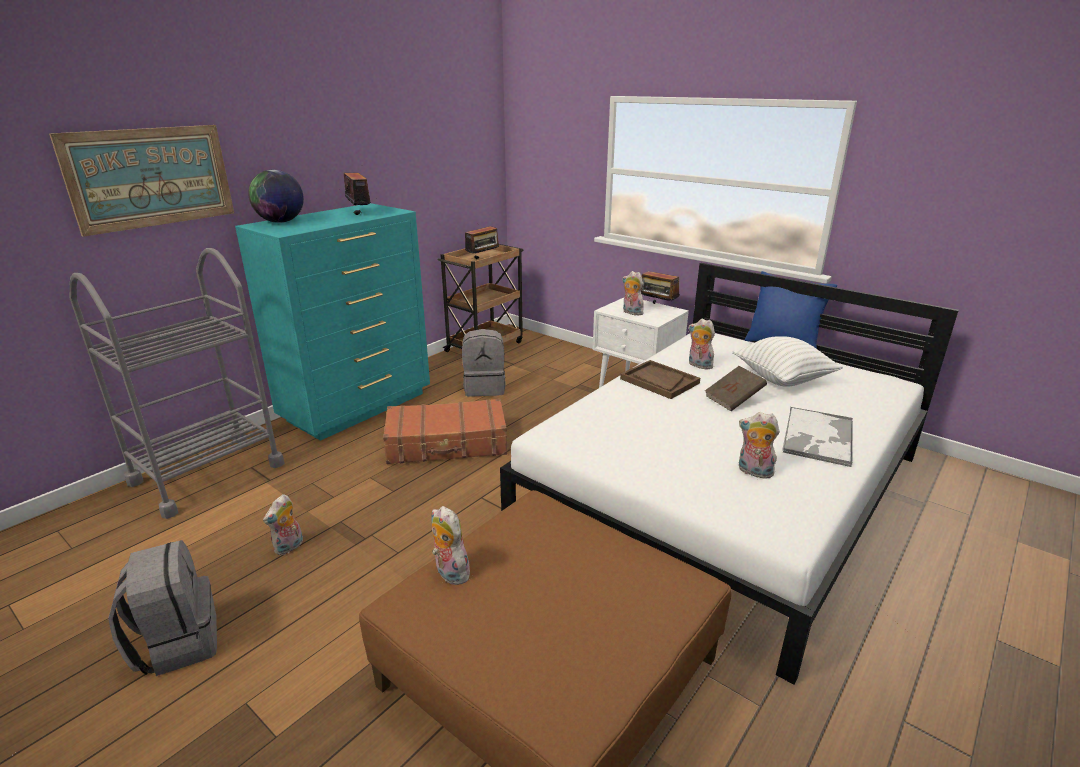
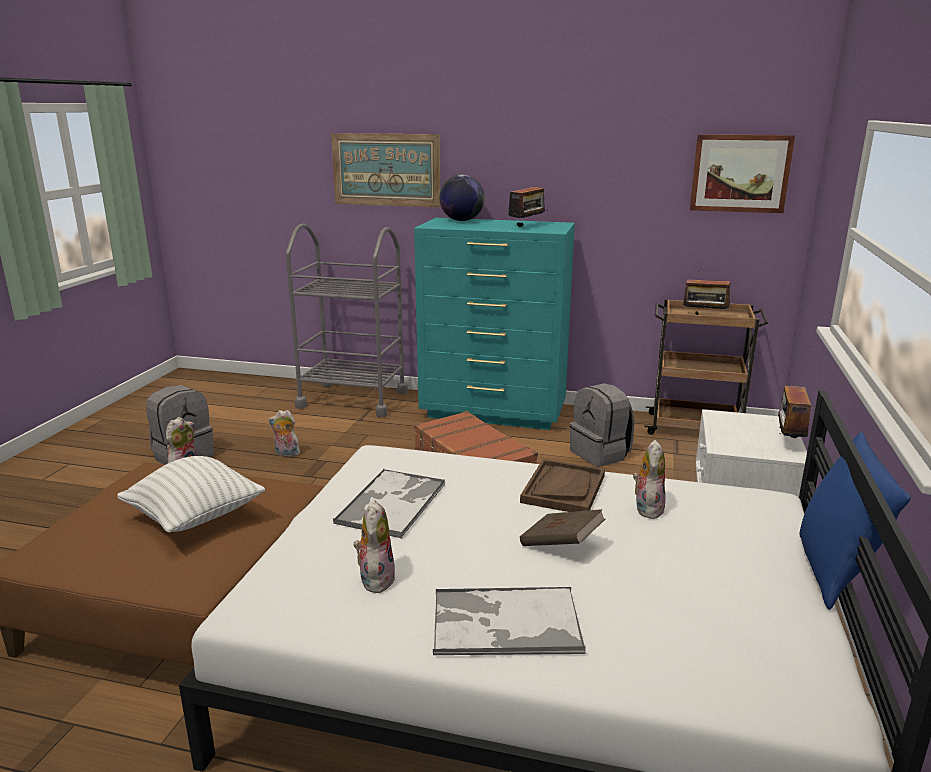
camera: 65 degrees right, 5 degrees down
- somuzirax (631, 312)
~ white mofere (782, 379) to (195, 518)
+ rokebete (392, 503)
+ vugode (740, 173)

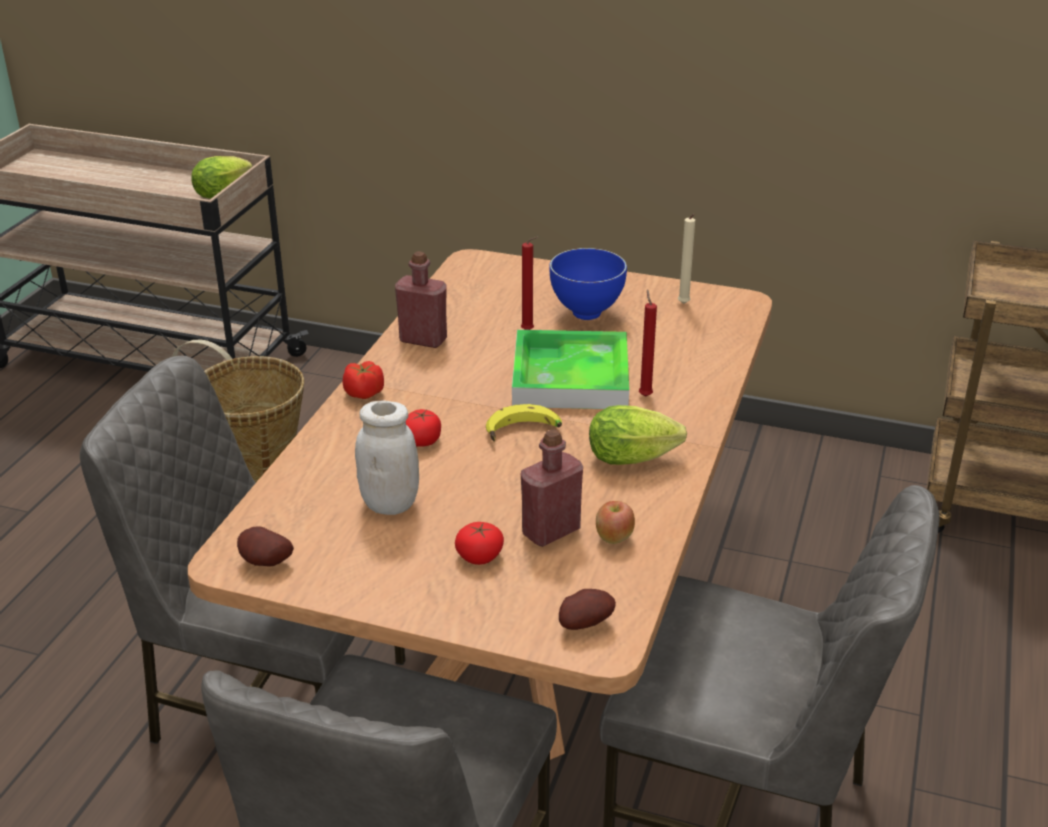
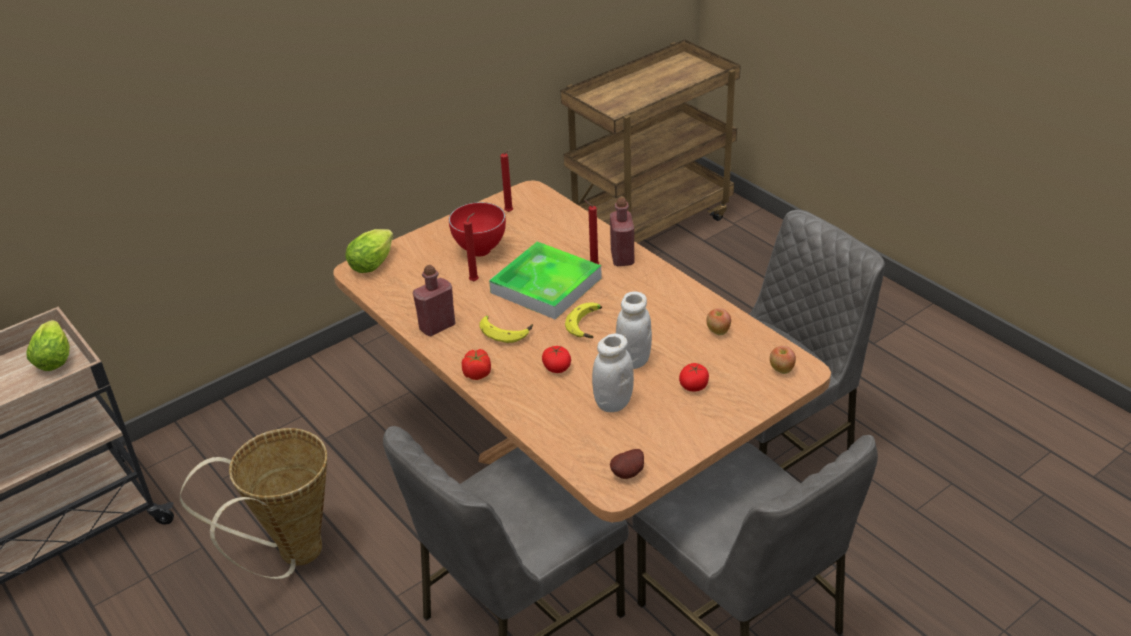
camera: 55 degrees left, 5 degrees up
~ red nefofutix (551, 531) to (622, 258)
~ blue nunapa (588, 315) to red nunapa (481, 251)
~ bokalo (584, 623) to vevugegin (781, 370)
~ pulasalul (636, 458) to (374, 262)
~ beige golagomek (684, 304) to red golagomek (510, 212)
+ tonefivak (505, 331)
+ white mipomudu (633, 360)

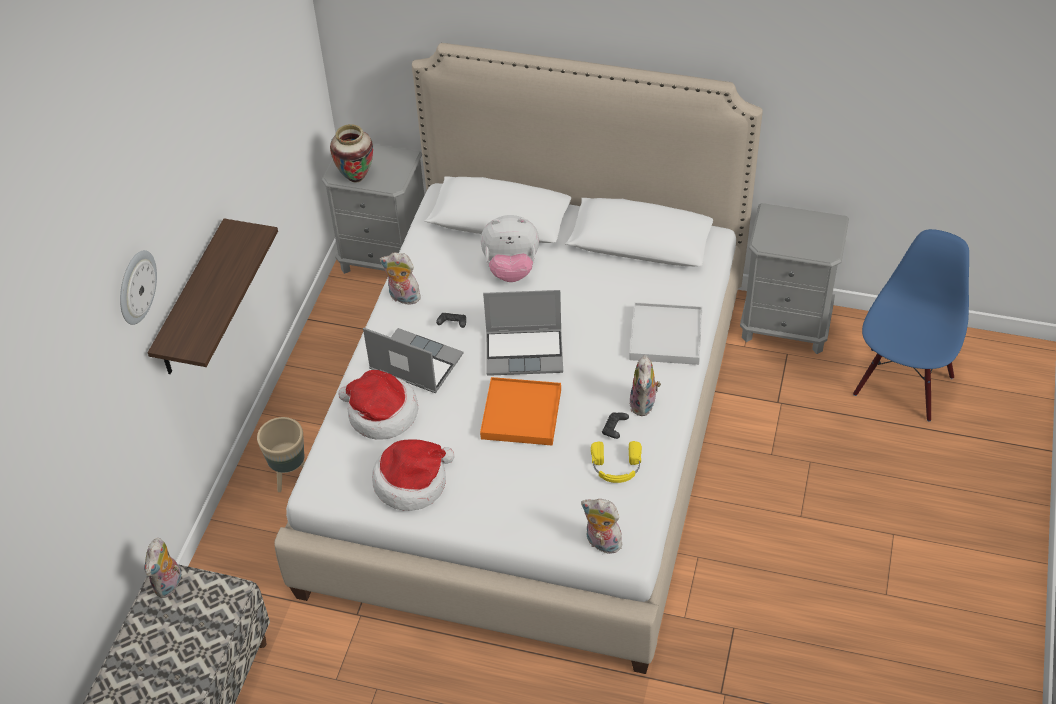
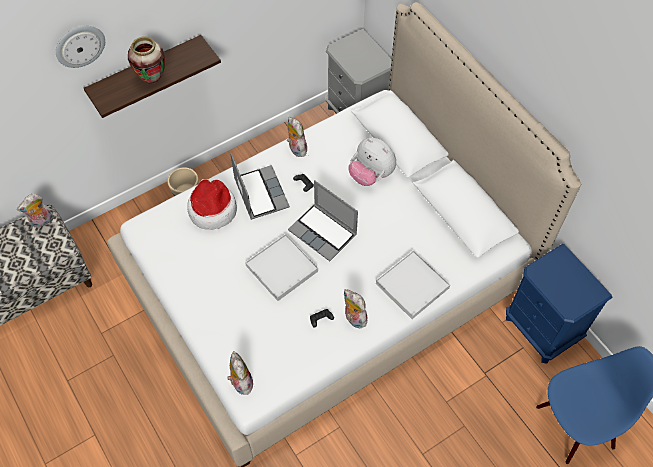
camera: 40 degrees right, 10 degrees up
~ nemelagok (356, 178) to (152, 79)
- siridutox (412, 482)
~ orange rokebete (521, 414) to white rokebete (282, 268)
- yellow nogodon (616, 467)
~ somuzirax (644, 405) = (353, 318) 90 degrees clockwise
~ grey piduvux (786, 326) to blue piduvux (541, 329)

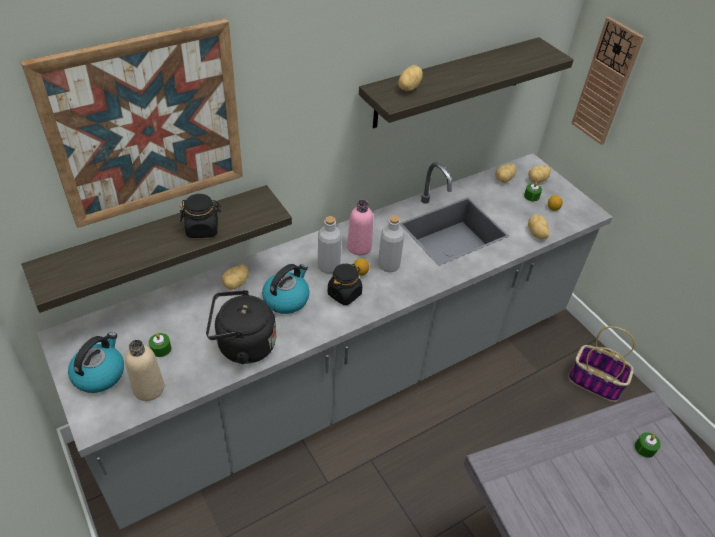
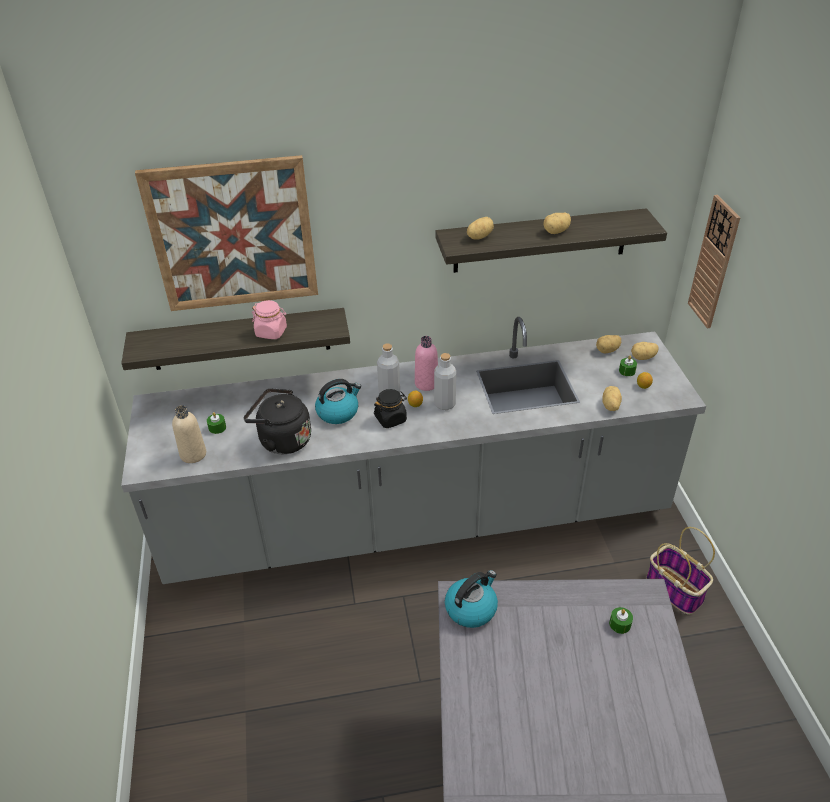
camera: 25 degrees right, 5 degrees down
~ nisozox (99, 374) to (471, 608)
~ black mipomudu (202, 229) to pink mipomudu (271, 332)
~ bokalo (236, 283) to (556, 232)

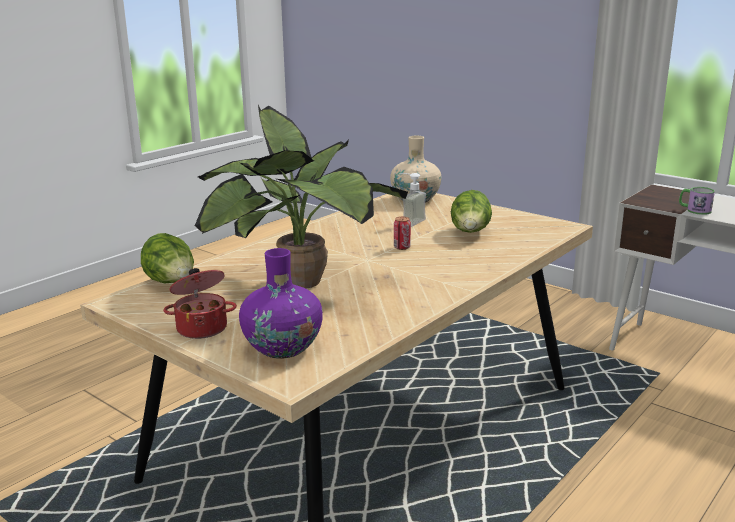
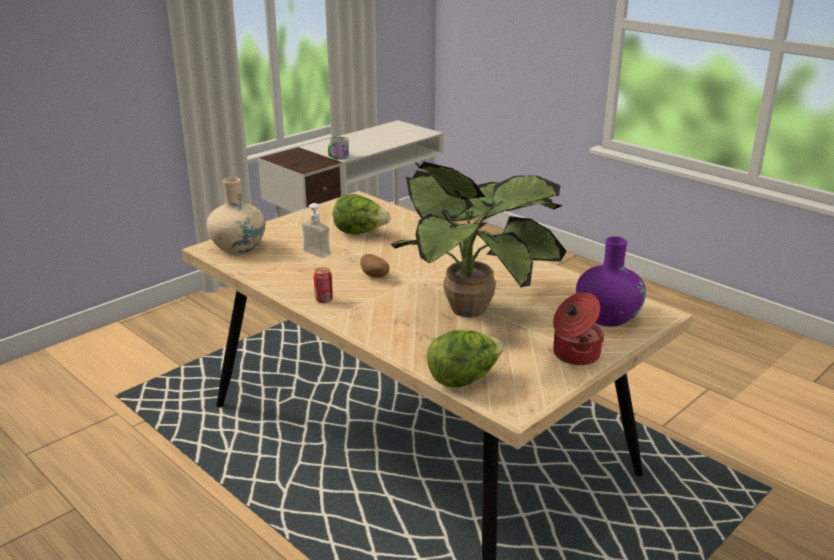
camera: 85 degrees left, 5 degrees up
~ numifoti (402, 247) to (324, 299)
+ bokalo (375, 276)

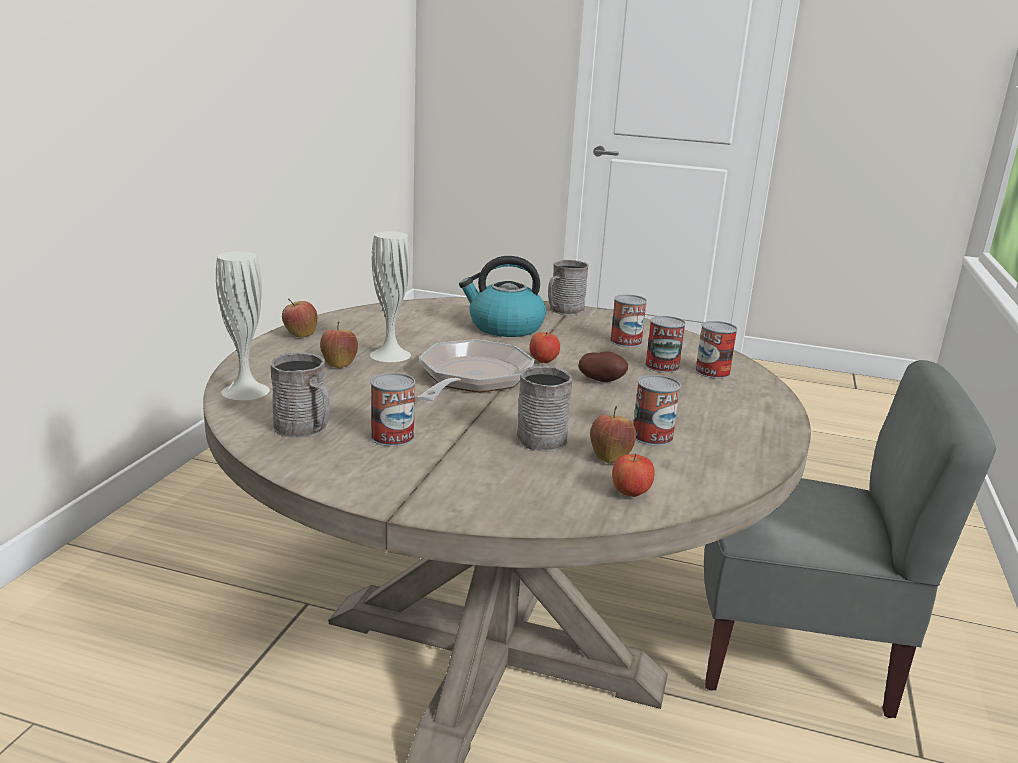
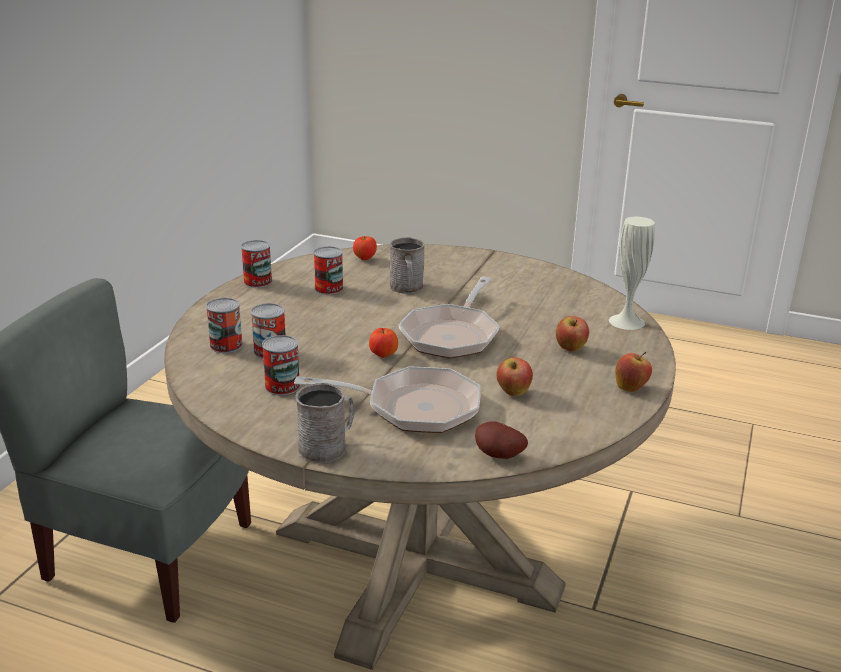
camera: 175 degrees left, 5 degrees up
- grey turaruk (305, 429)
- white nemelagok (390, 355)
~ numifoti (392, 436) to (258, 282)
~ nisozox (504, 327) to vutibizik (413, 408)
~ bokalo (603, 381) to (498, 456)
~ vevugegin (610, 457) to (513, 393)

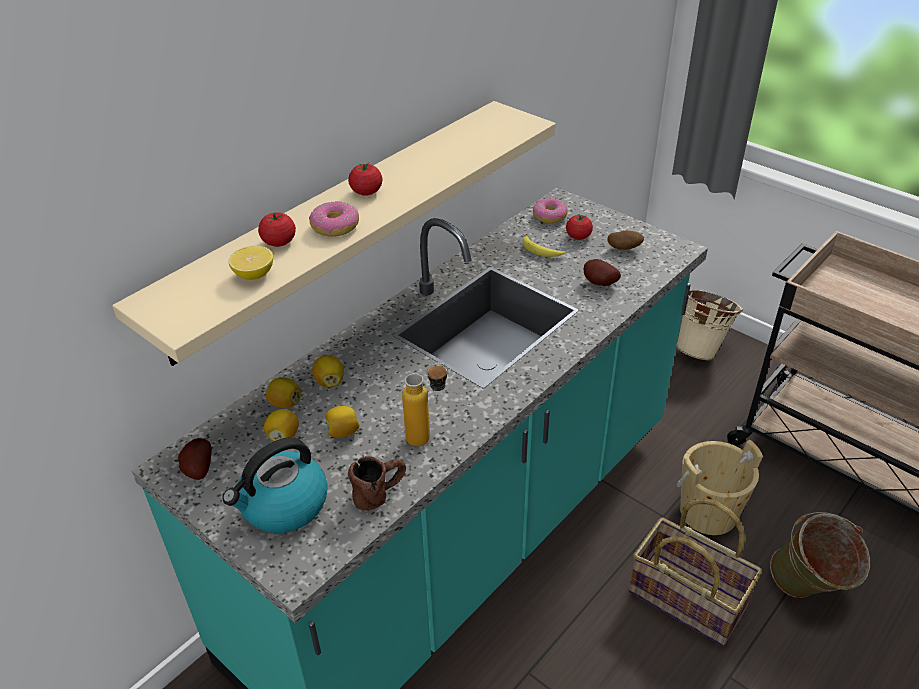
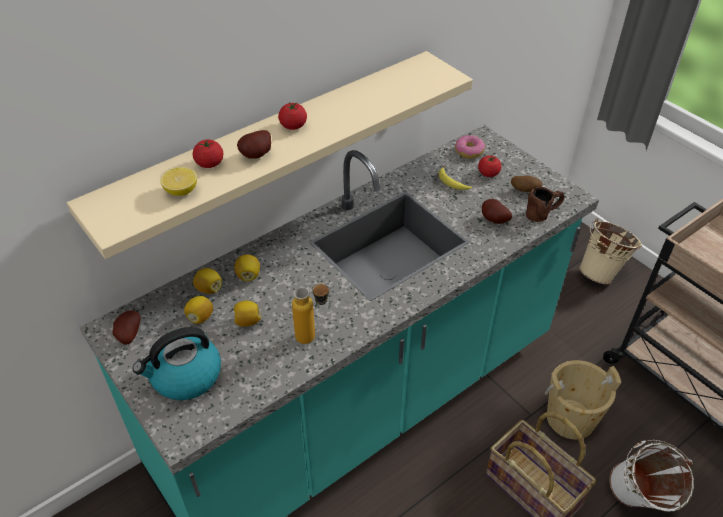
camera: 10 degrees right, 5 degrees up
~ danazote (335, 227) to bokalo (258, 155)
~ brown turaruk (380, 493) to (543, 213)
~ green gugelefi (807, 592) to white gugelefi (638, 502)

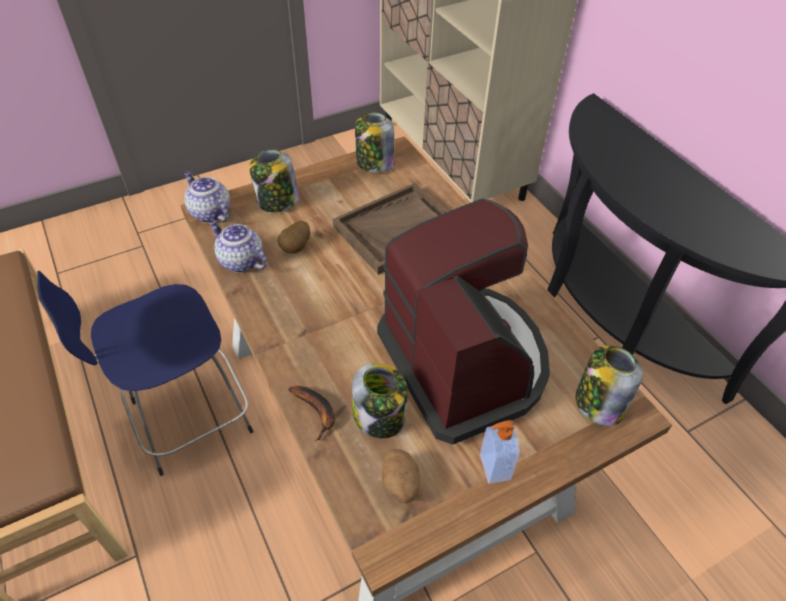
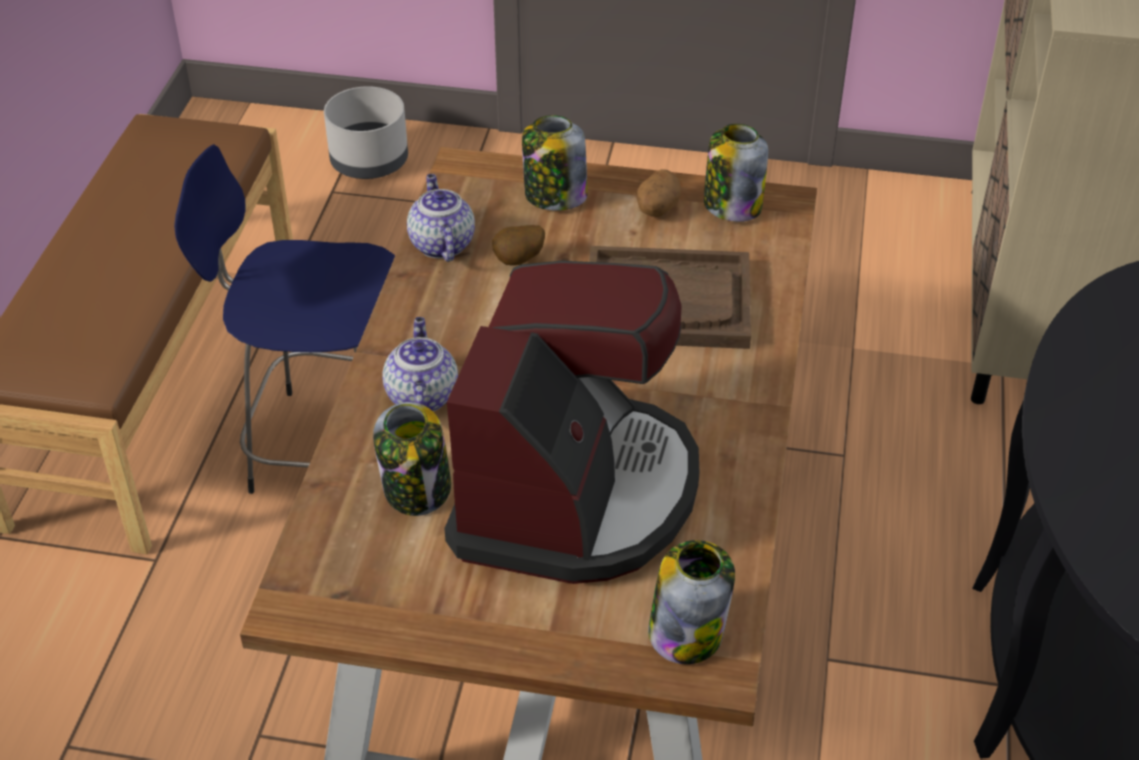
camera: 40 degrees right, 5 degrees down
~ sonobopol (209, 212) to (421, 395)
- tonefivak (317, 412)
~ bokalo (400, 484) to (657, 209)
- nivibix (493, 467)
+ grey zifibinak (370, 162)

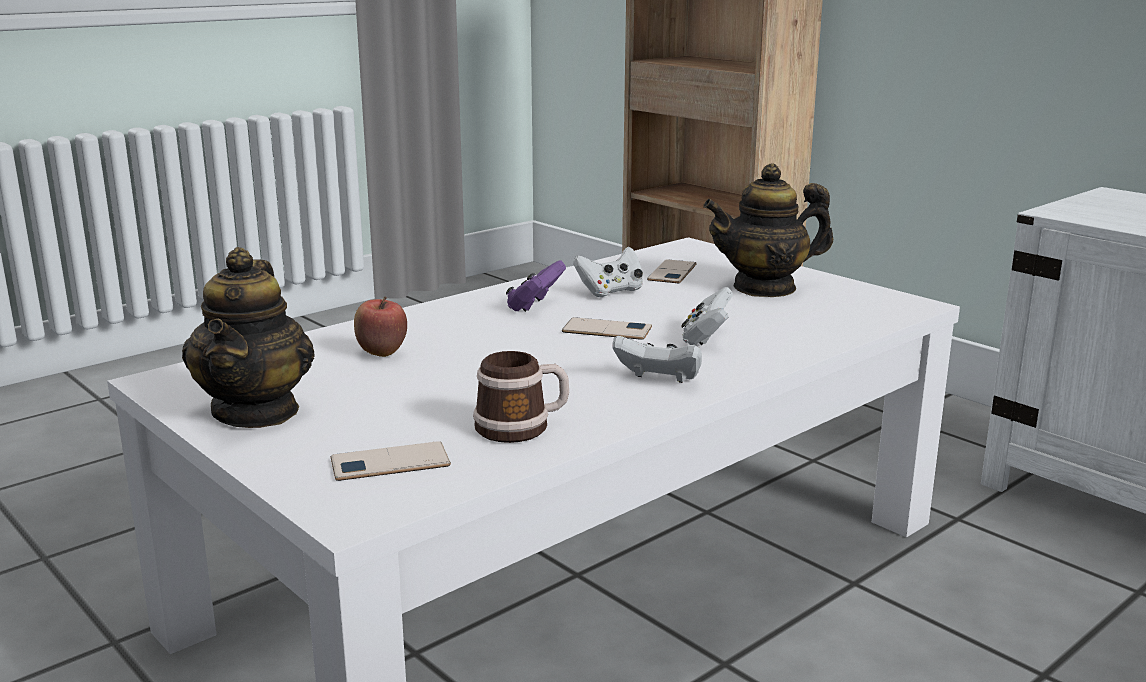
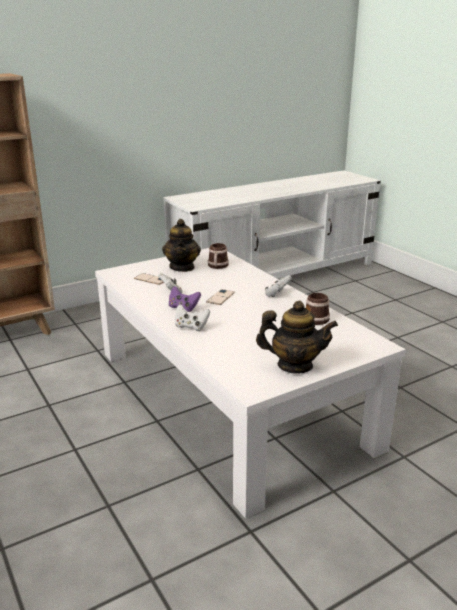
camera: 80 degrees left, 5 degrees up
- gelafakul (390, 462)
- vevugegin (381, 354)
~ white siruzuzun (706, 338) to (191, 327)
+ turaruk (217, 266)

